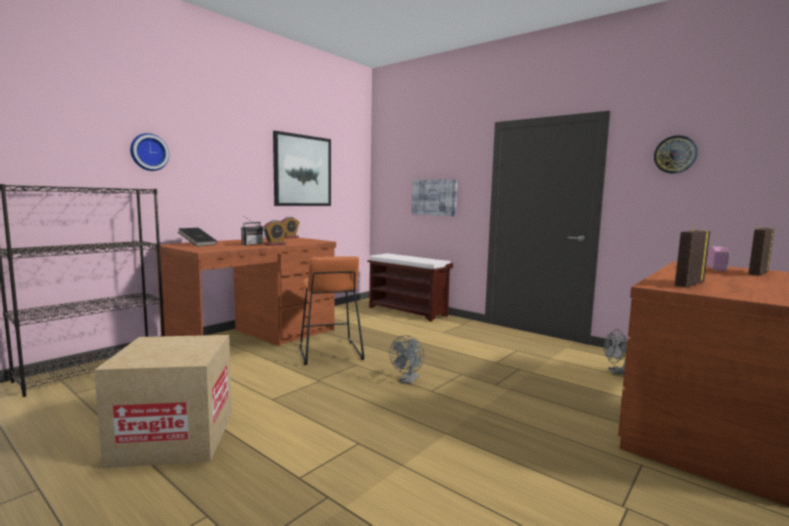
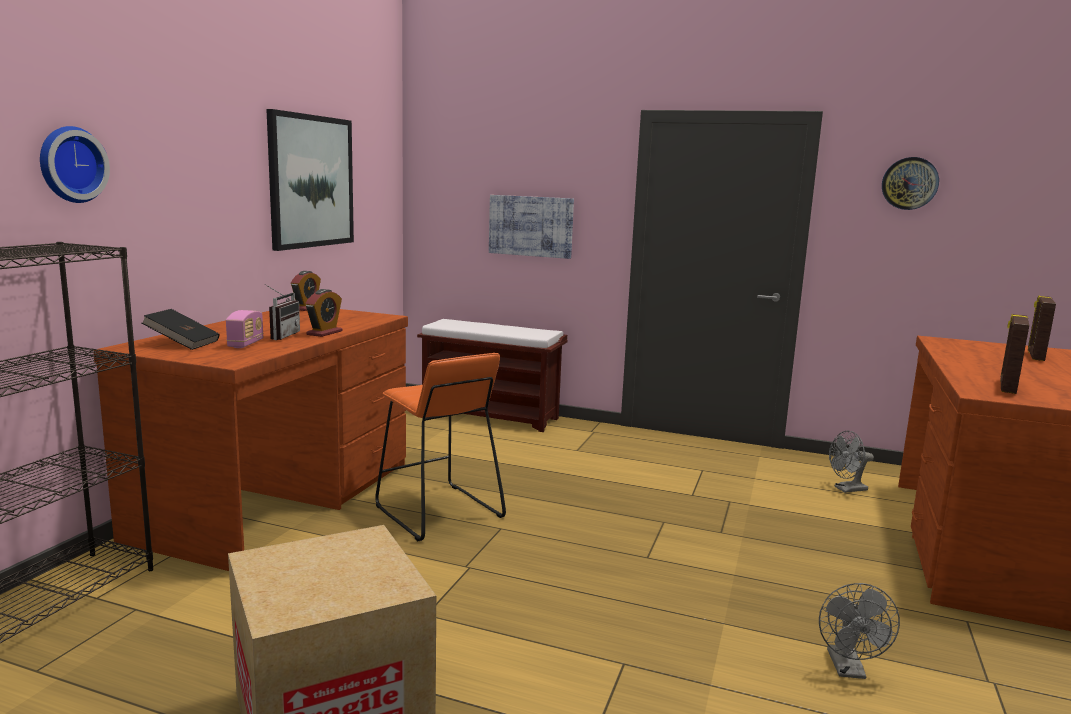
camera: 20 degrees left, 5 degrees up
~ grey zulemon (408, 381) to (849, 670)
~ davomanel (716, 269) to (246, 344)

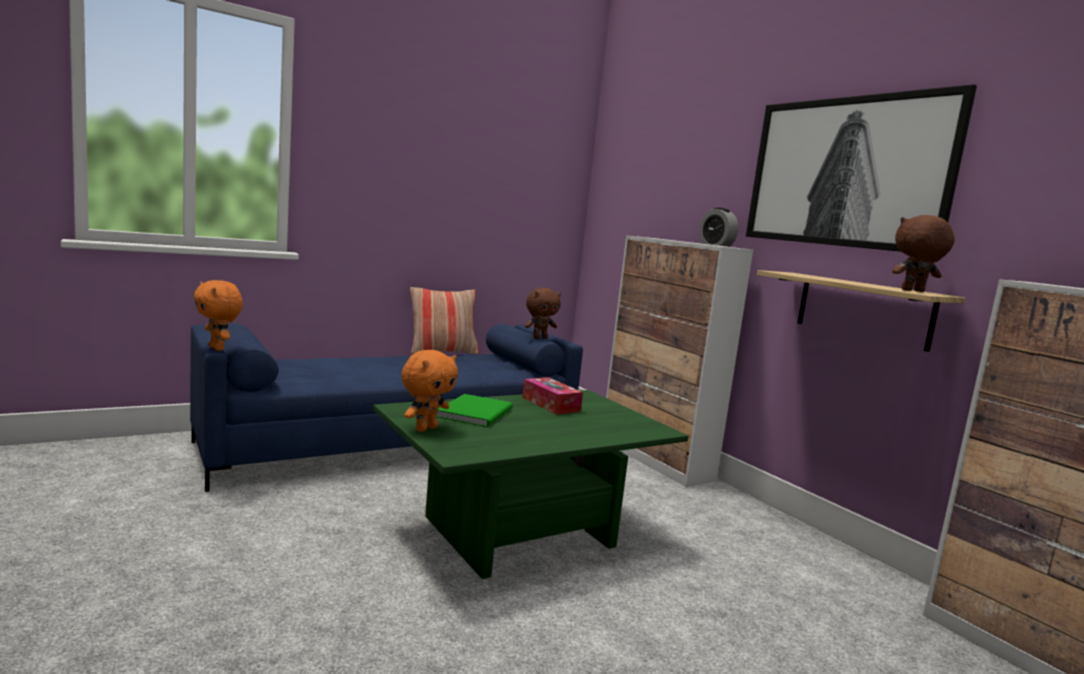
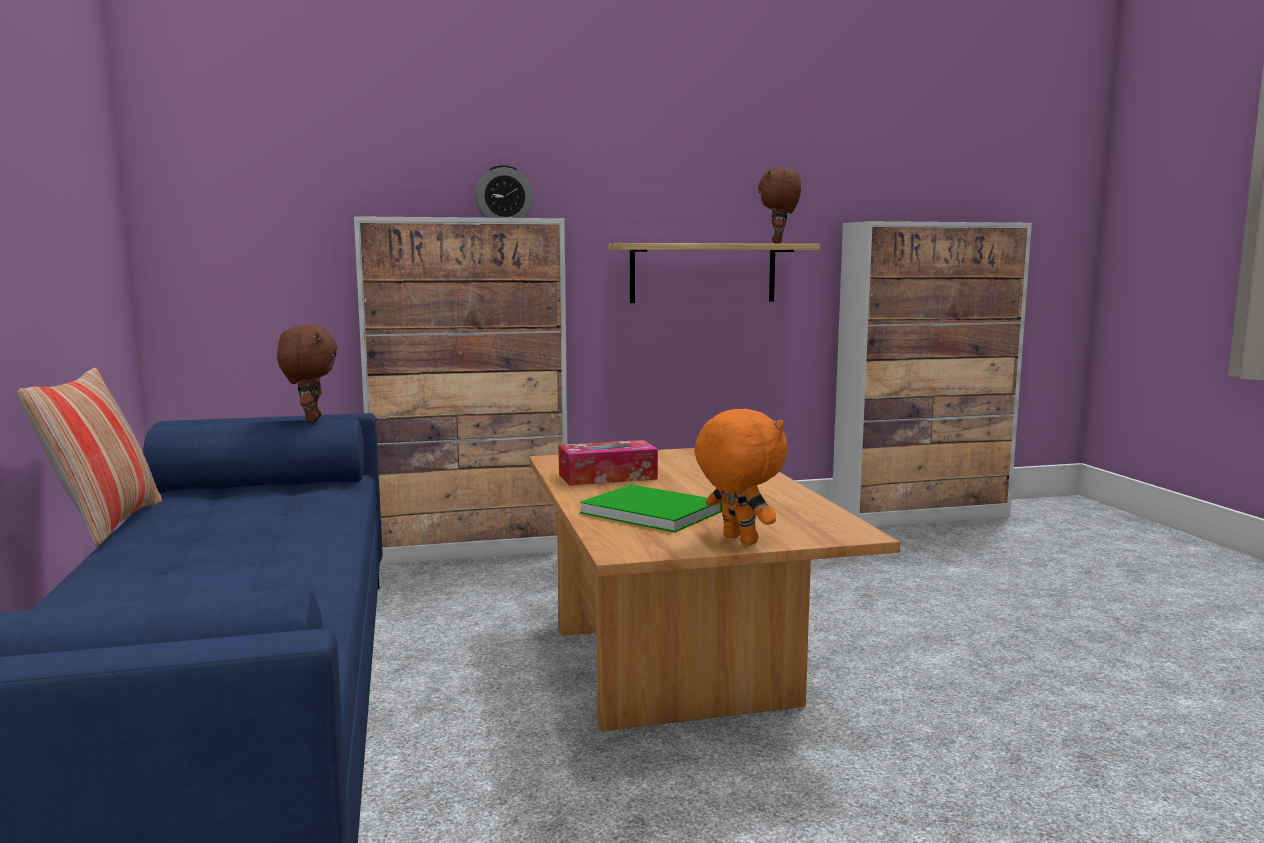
camera: 70 degrees left, 0 degrees up
- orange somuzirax (218, 348)
~ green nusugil (519, 534) to brown nusugil (680, 666)
- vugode (847, 172)

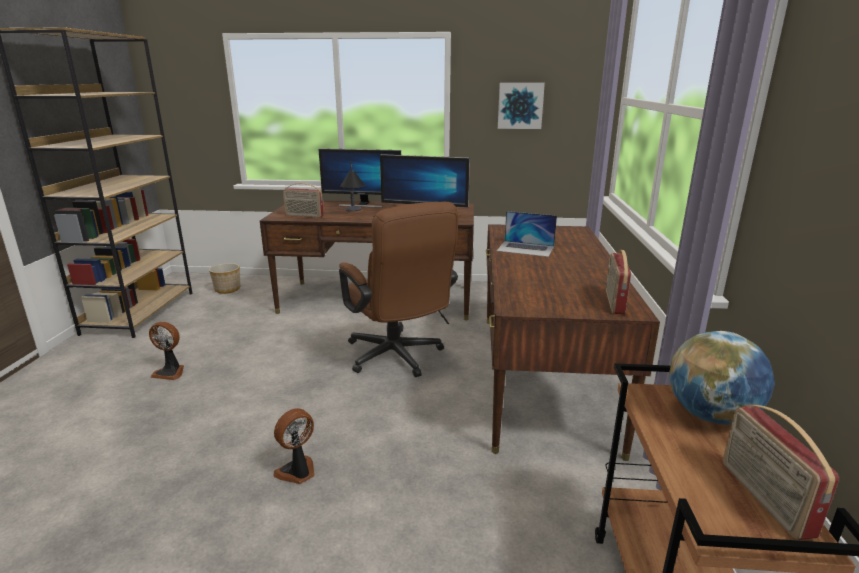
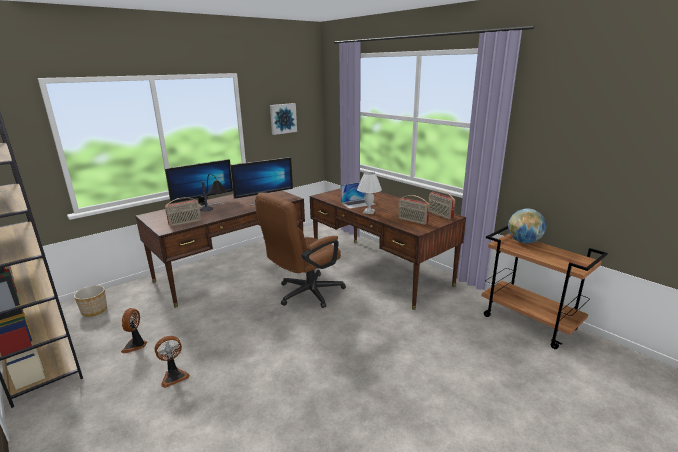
camera: 45 degrees left, 0 degrees up
~ zulemon (298, 472) to (135, 345)
~ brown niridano (398, 358) = (304, 294) 120 degrees clockwise
~ davomanel (763, 498) to (412, 221)
+ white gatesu (368, 212)

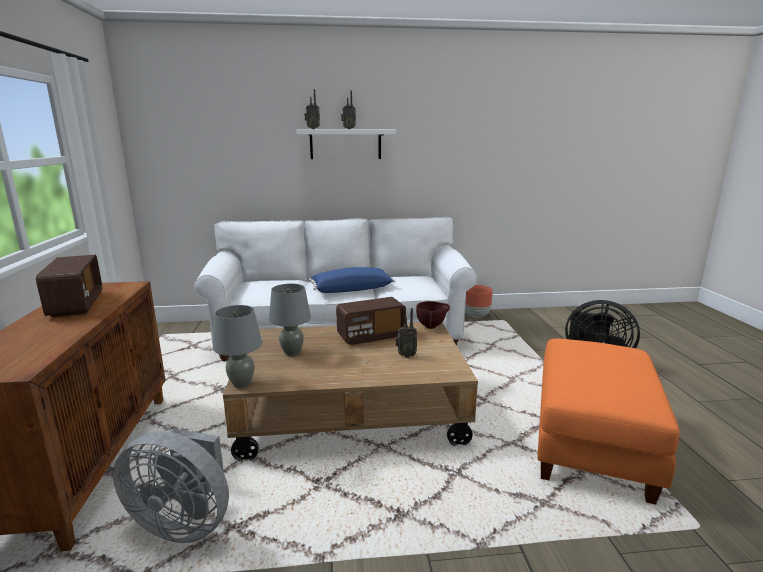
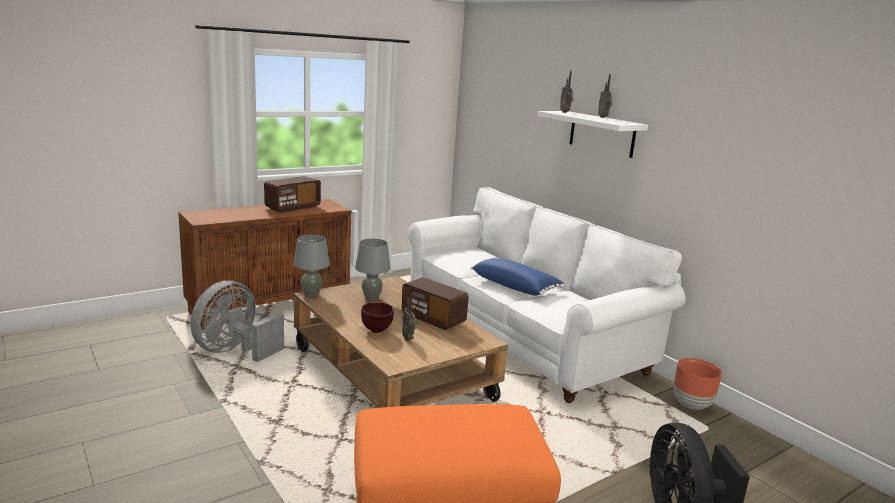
camera: 60 degrees right, 0 degrees up
~ grey zulemon (185, 522) = (234, 351) 45 degrees clockwise
~ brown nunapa (432, 326) to (377, 331)

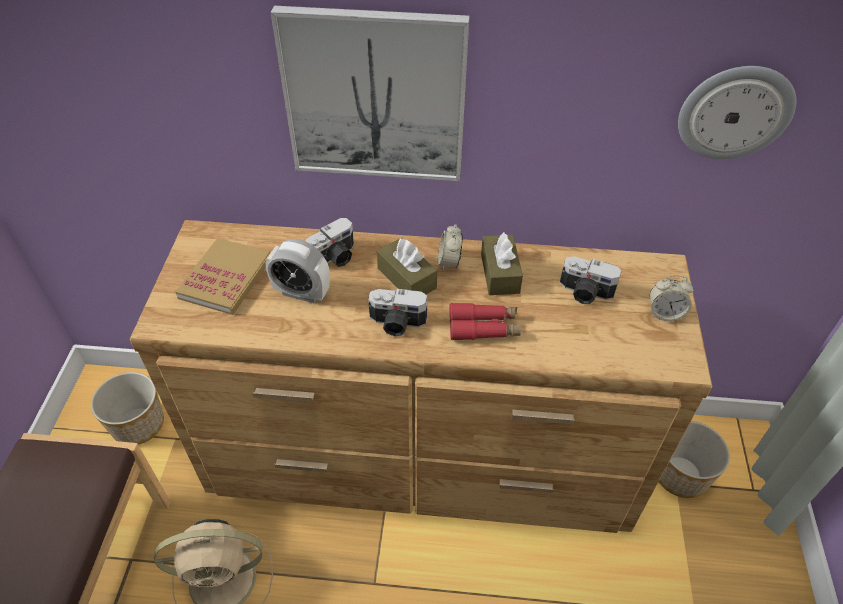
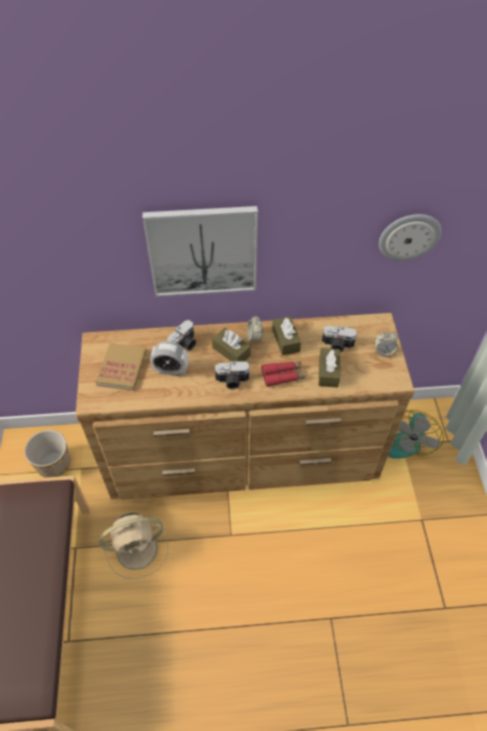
camera: 10 degrees left, 5 degrees up
~ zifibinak (681, 475) to zulemon (404, 439)
+ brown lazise (328, 372)

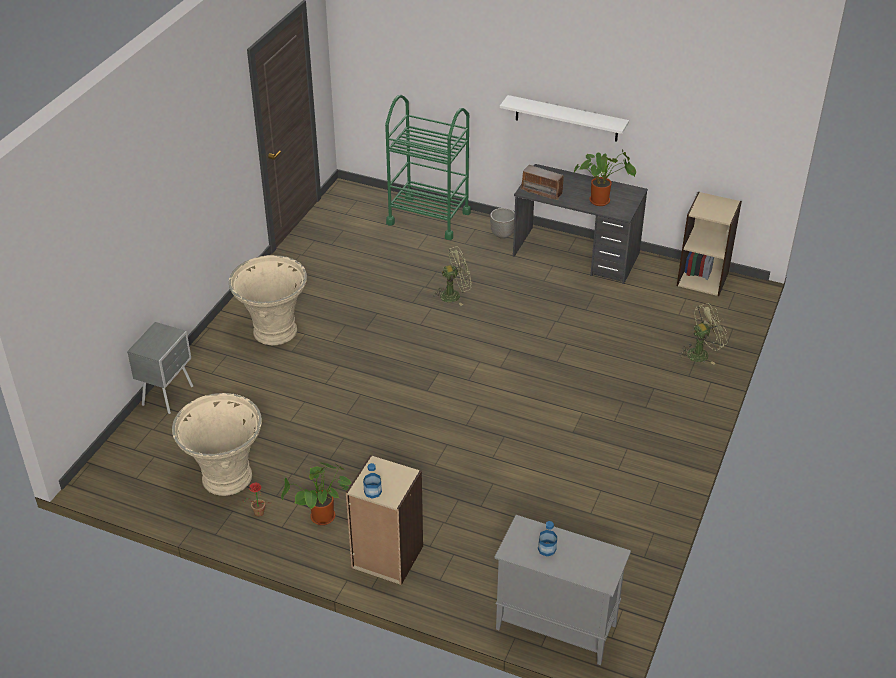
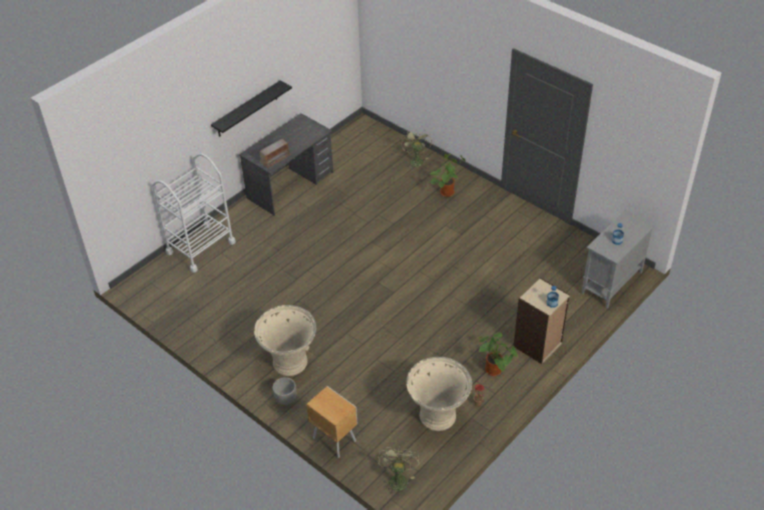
camera: 70 degrees left, 5 degrees up
~ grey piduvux (169, 395) to brown piduvux (334, 439)
~ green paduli (428, 218) to white paduli (200, 247)
~ green zulemon (454, 295) to (397, 478)
~ zifibinak (502, 234) to (285, 399)
~ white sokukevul (566, 118) to black sokukevul (247, 109)
~ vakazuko (602, 200) to (447, 191)
- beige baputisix (703, 278)

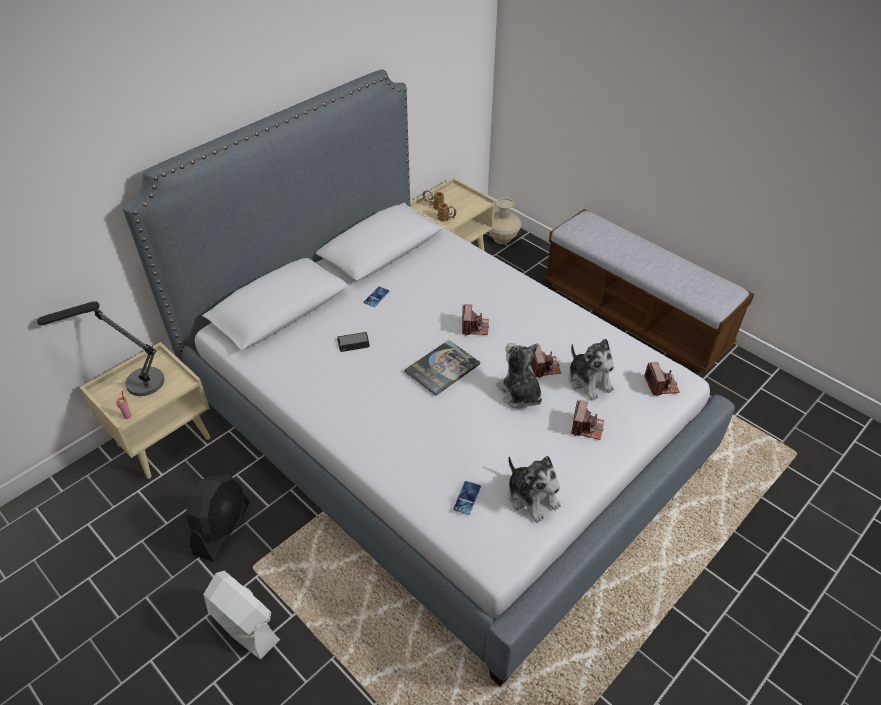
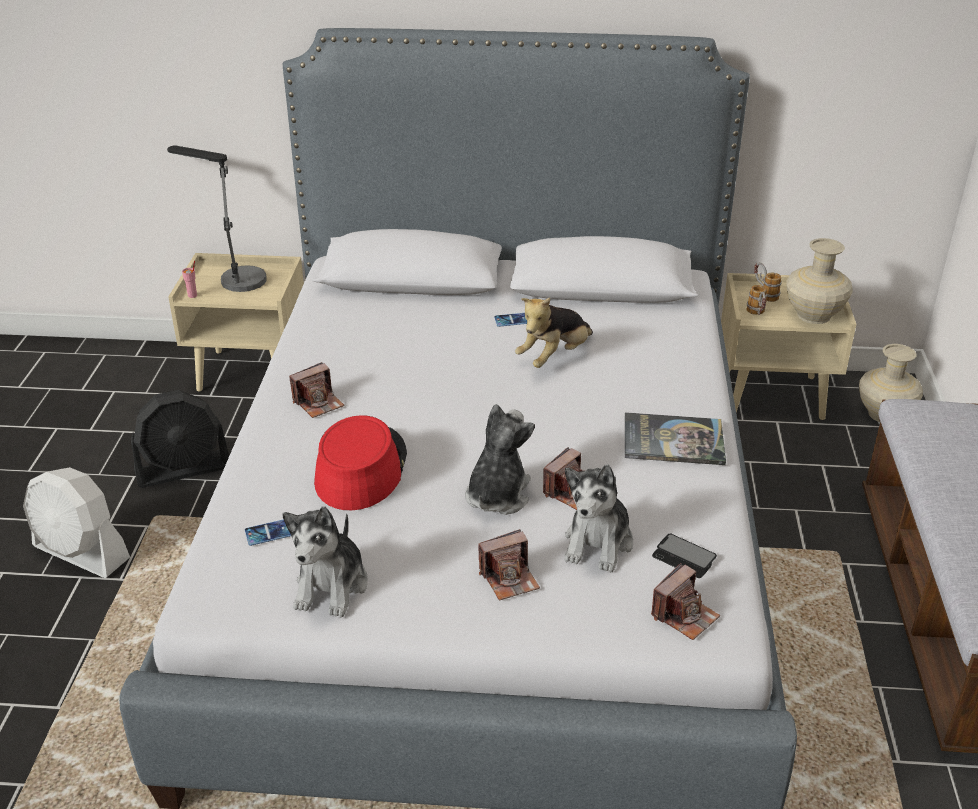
camera: 50 degrees right, 10 degrees down
~ white zulemon (243, 625) = (81, 553) 120 degrees clockwise
~ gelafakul (353, 343) to (684, 557)
~ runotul (442, 368) to (673, 440)
~ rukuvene (474, 327) to (318, 403)
+ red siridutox (360, 469)
+ somuzirax (554, 357)
+ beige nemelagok (812, 315)

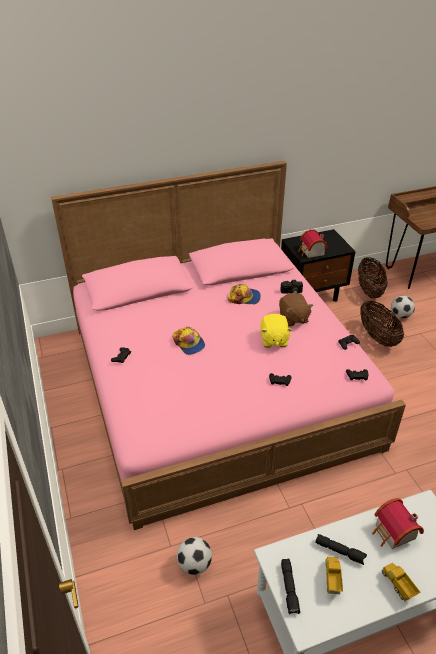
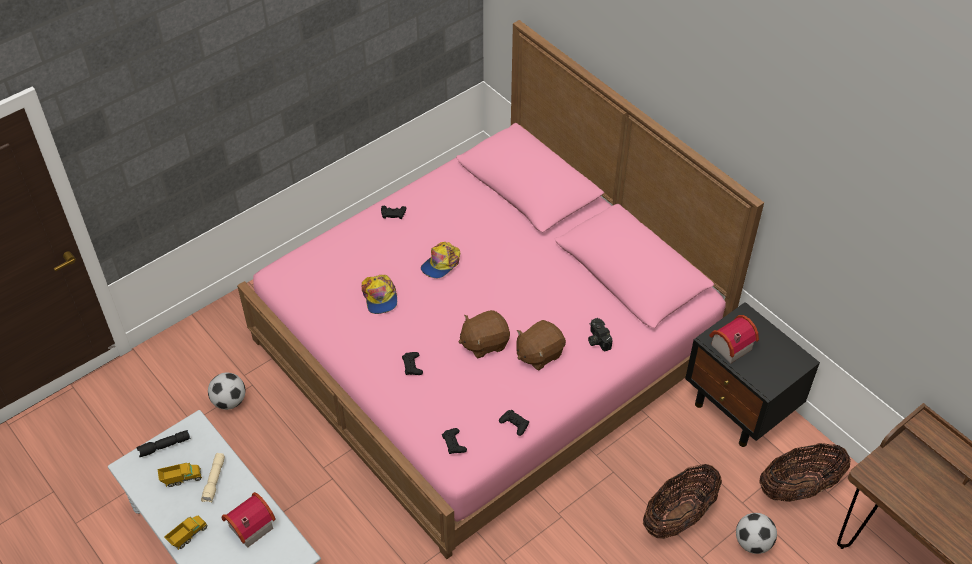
camera: 70 degrees right, 10 degrees up
~ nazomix (244, 297) to (380, 297)
~ yellow somuzirax (273, 340) to brown somuzirax (484, 343)
~ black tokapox (340, 551) to beige tokapox (214, 481)

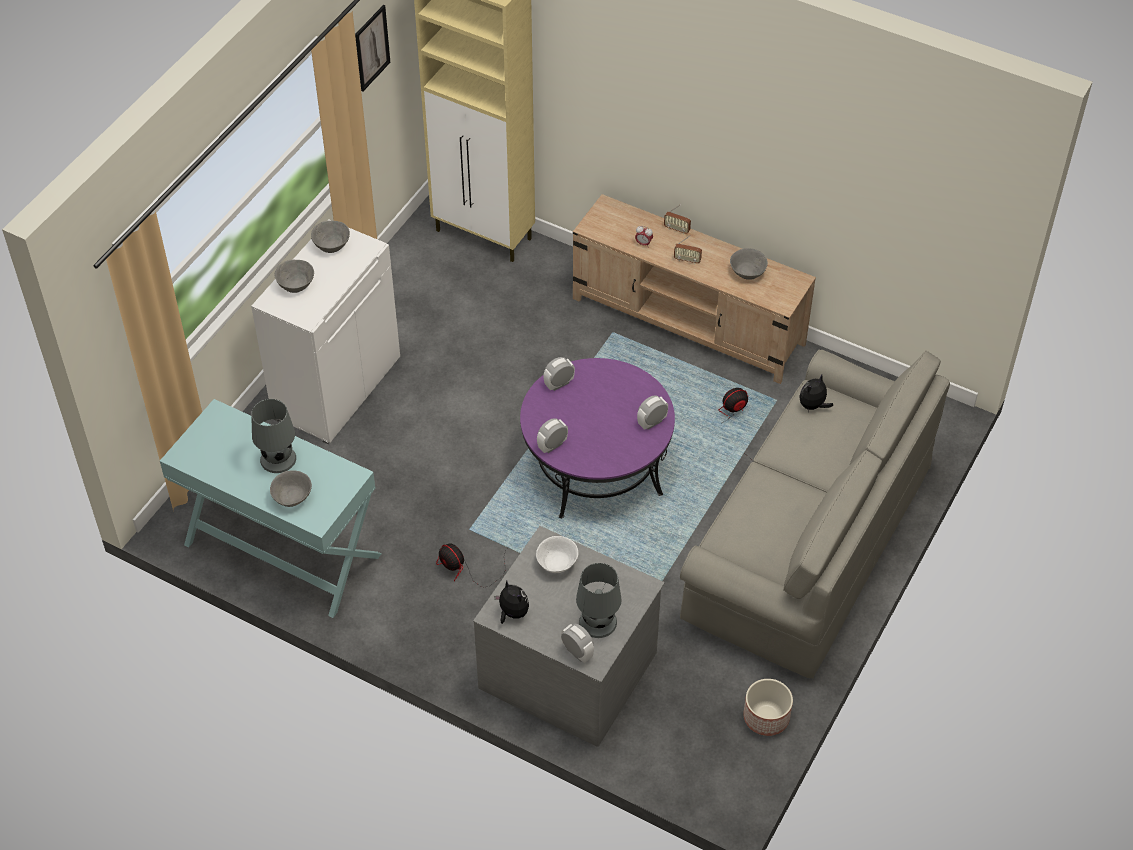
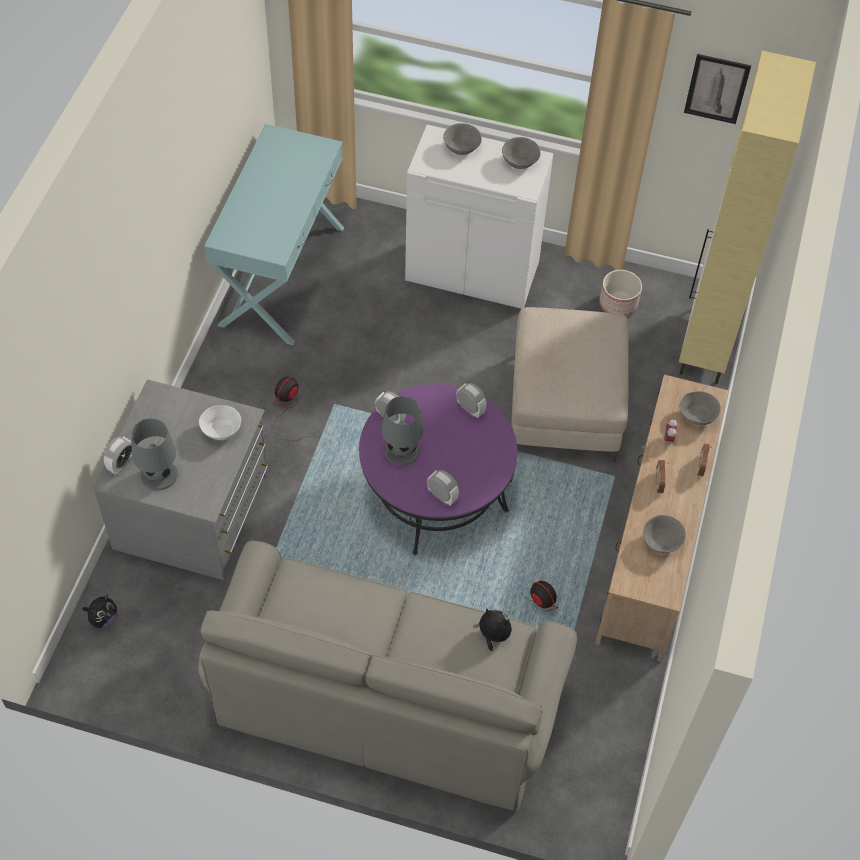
camera: 75 degrees right, 5 degrees up
~ grey gatesu (277, 459) to (401, 450)
~ grey nunapa (292, 497) to (697, 416)
~ somuzirax (512, 613) to (103, 618)
~ zifibinak (766, 717) to (618, 304)
+ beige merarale (565, 406)

